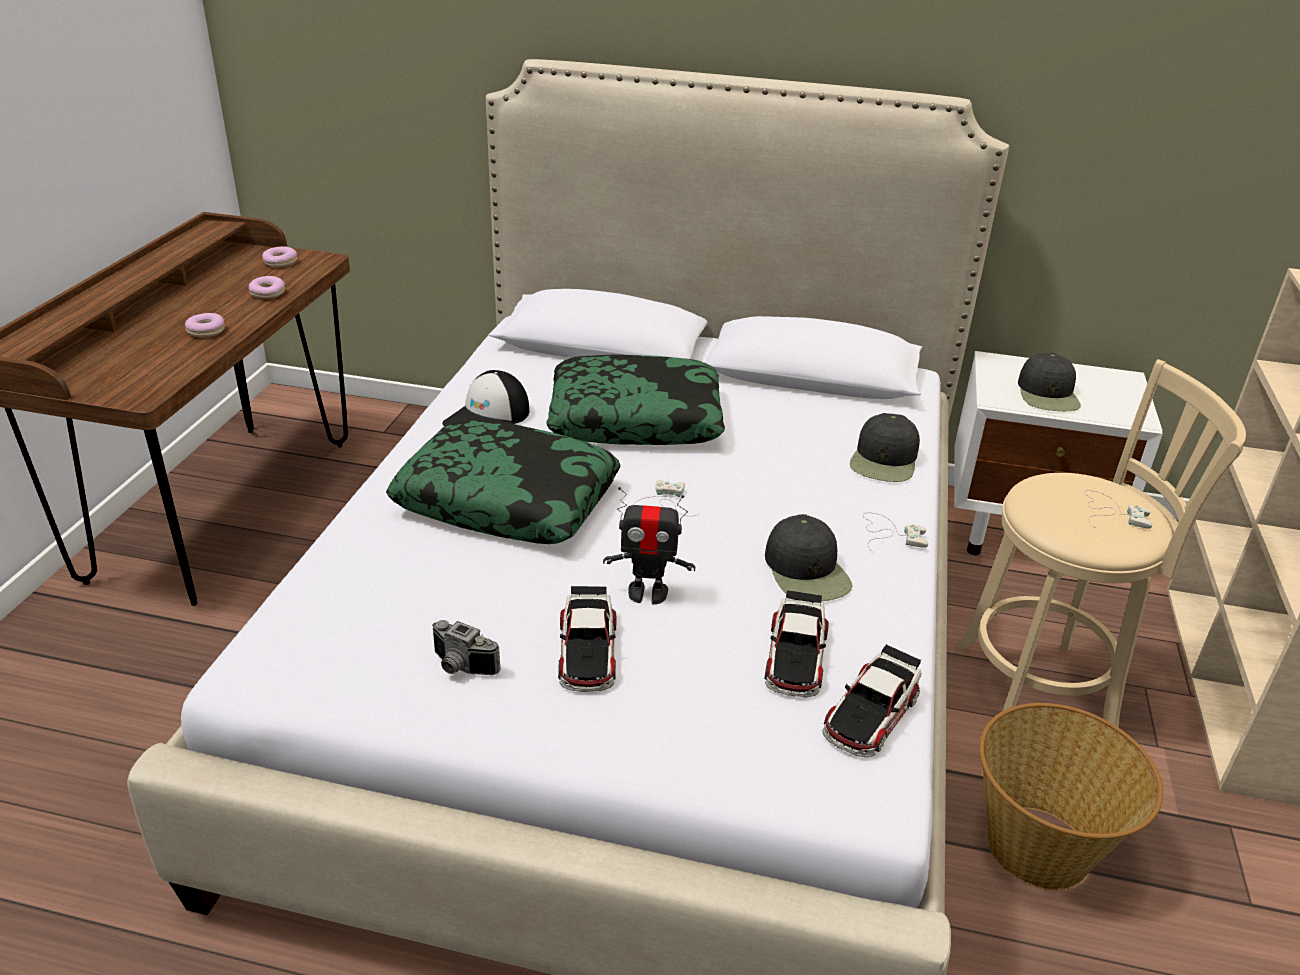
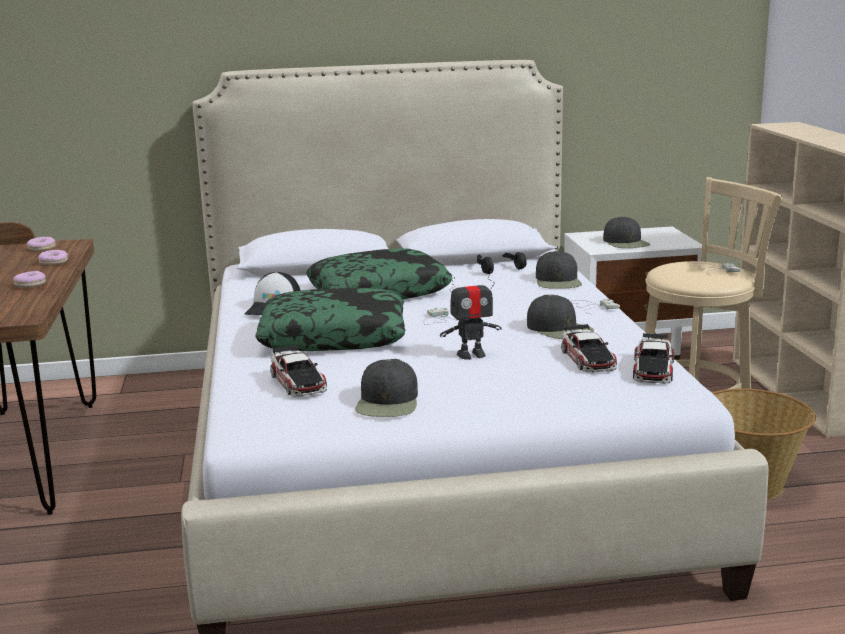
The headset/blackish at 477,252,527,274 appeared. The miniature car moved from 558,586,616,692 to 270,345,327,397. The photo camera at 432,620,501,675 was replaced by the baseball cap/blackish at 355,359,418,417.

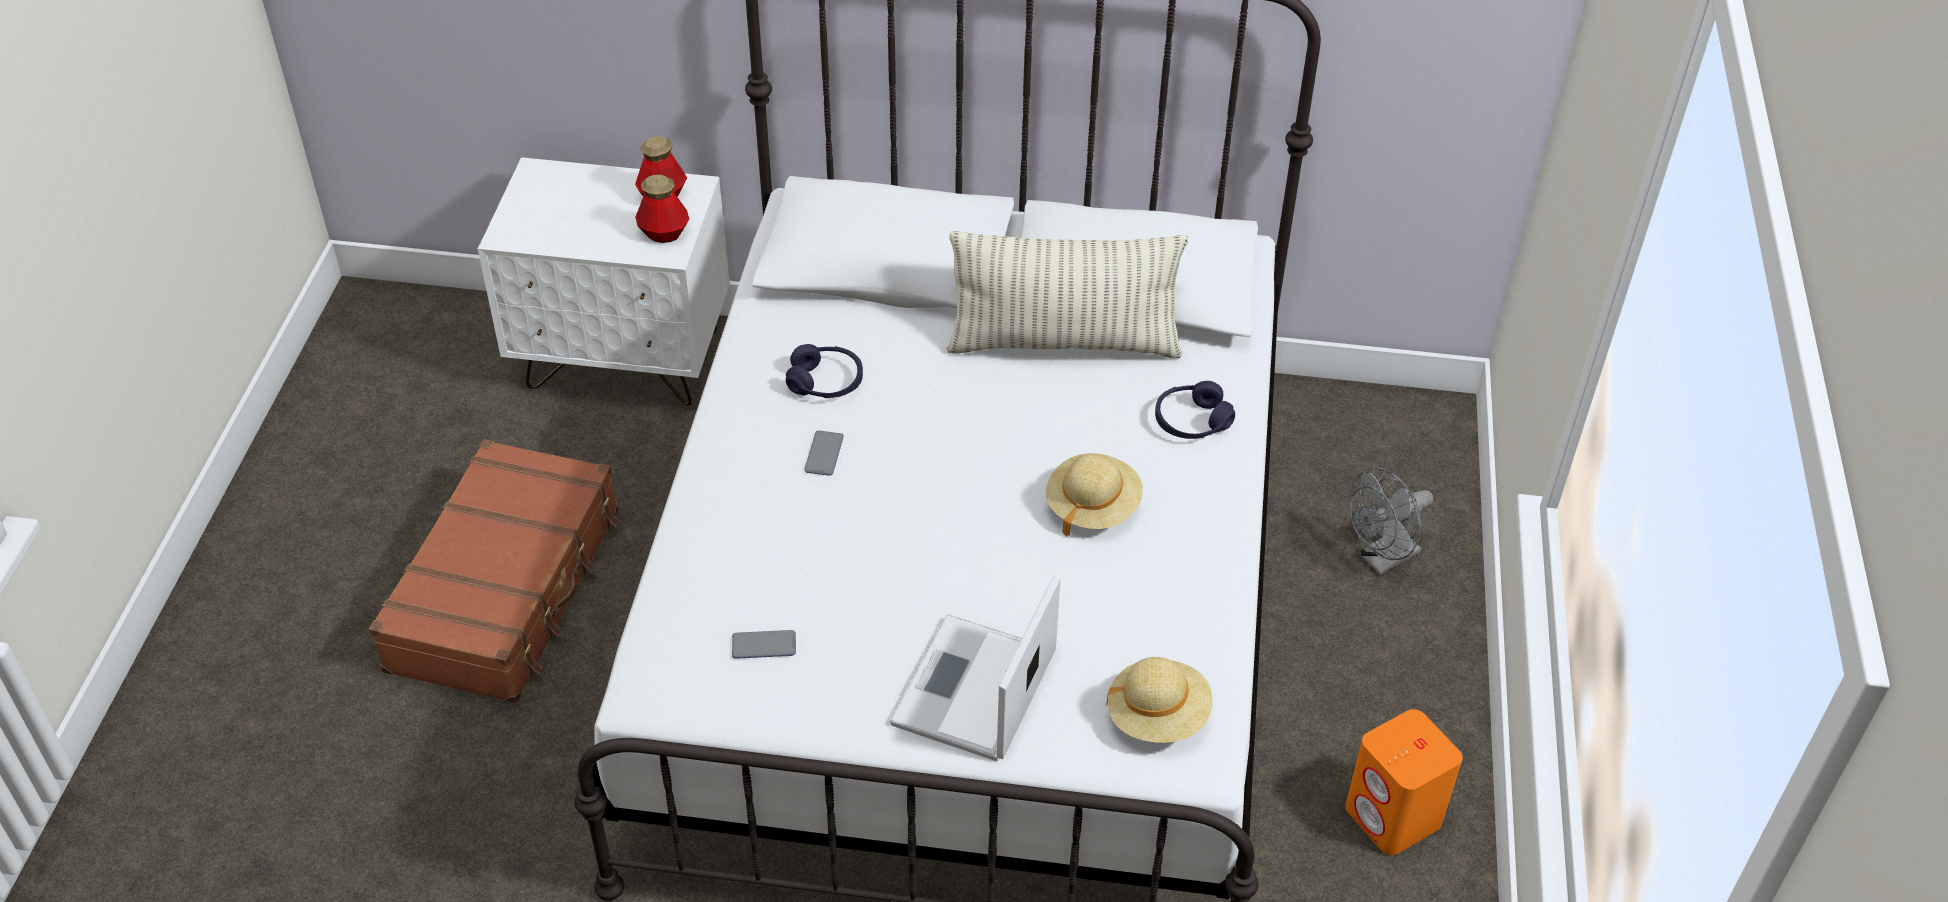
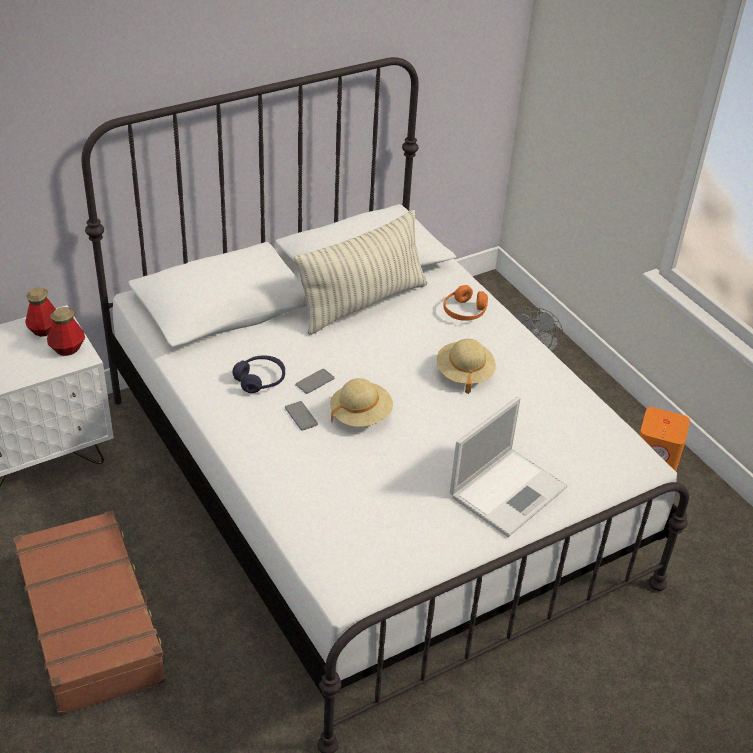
The telephone moved from 732,630,796,659 to 296,369,335,394. The wearable hat/sand-coloured moved from 1106,657,1212,743 to 330,378,393,427. The headset/purple at 1155,381,1235,439 became the headset/orangey at 443,285,488,321. The laptop at 890,575,1060,761 turned 120 degrees counterclockwise.

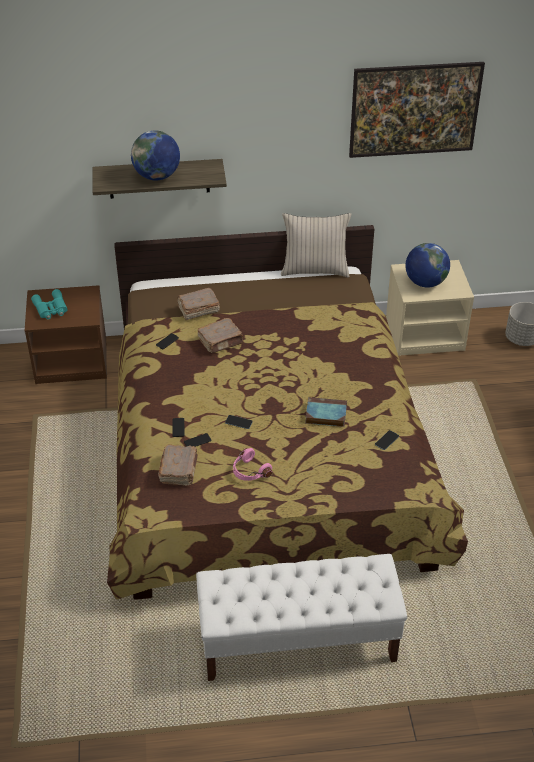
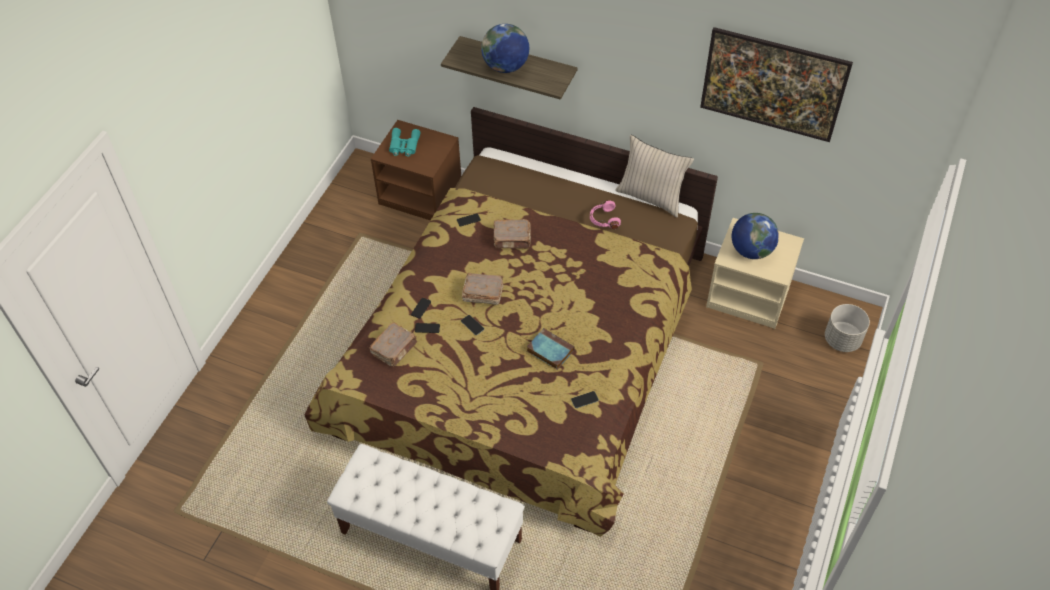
The volume/brown moved from 177,288,220,320 to 462,273,504,305. The headset/pinkish moved from 233,448,272,481 to 590,200,621,229.

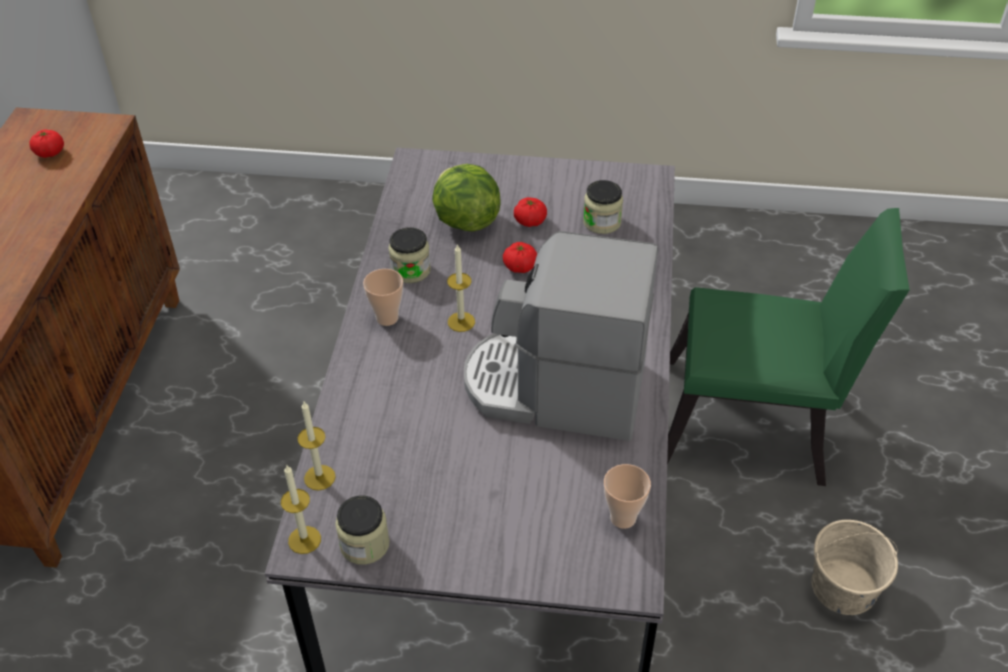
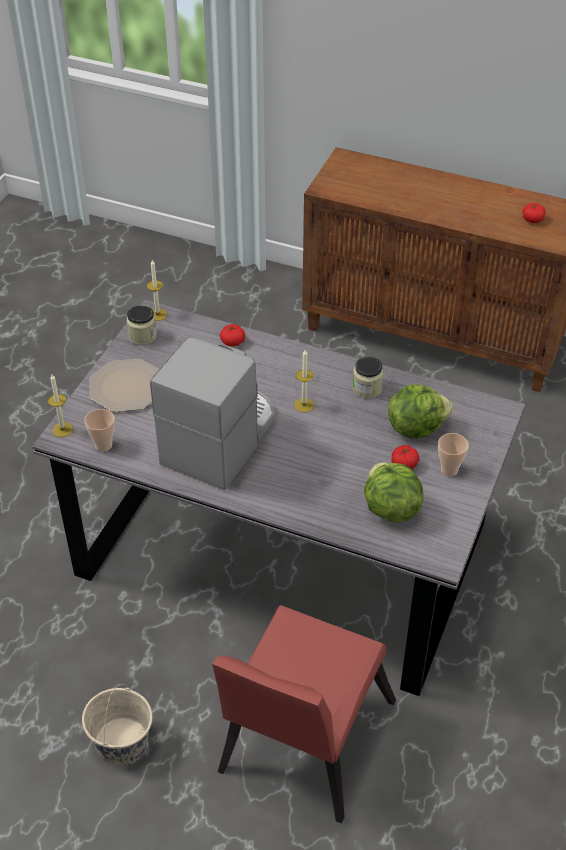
The dinner plate at 89,359,159,412 appeared. The wax candle moved from 298,402,336,491 to 48,374,73,437. The cup moved from 363,269,403,326 to 438,433,469,476. The fresh tomato moved from 503,242,537,273 to 220,324,245,347. The jar at 583,180,623,234 was replaced by the head of lettuce at 364,462,423,522. The plain chair/green at 667,208,910,486 became the plain chair/reddish at 212,605,396,823.

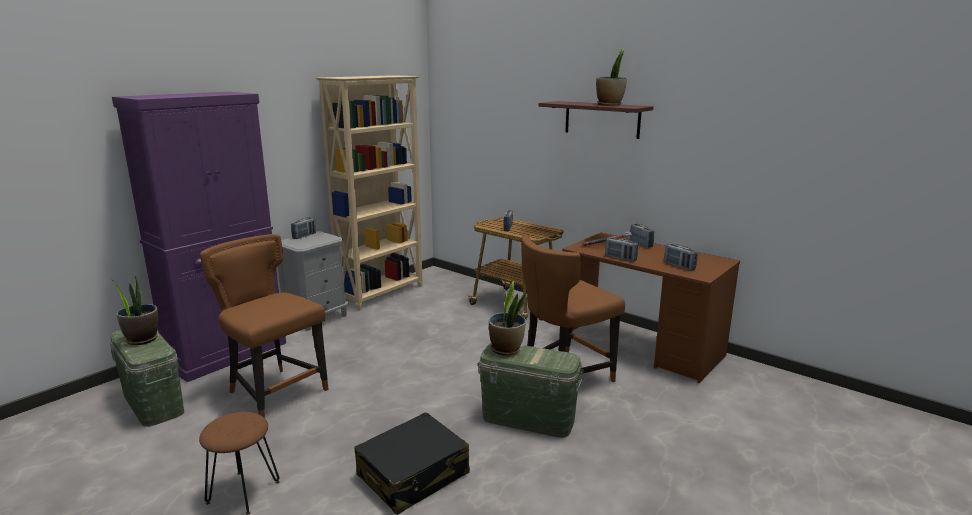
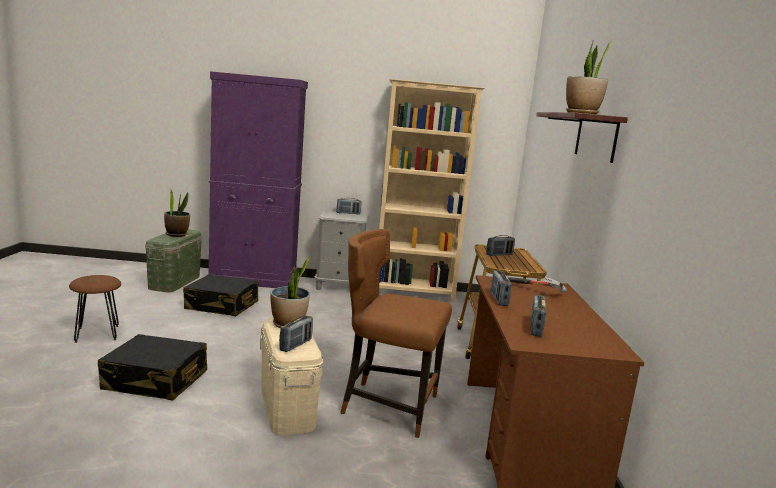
The radio set moved from 630,224,654,248 to 279,316,313,352. The plain chair/brown at 200,234,329,418 was replaced by the suitcase/blackish at 183,274,258,316. The storage box/green at 477,343,584,438 became the storage box/sand-coloured at 260,318,323,435.

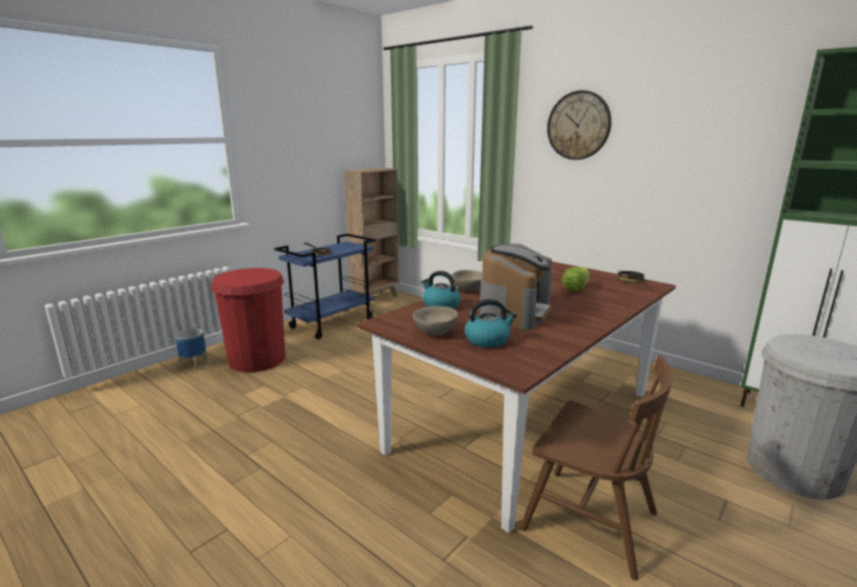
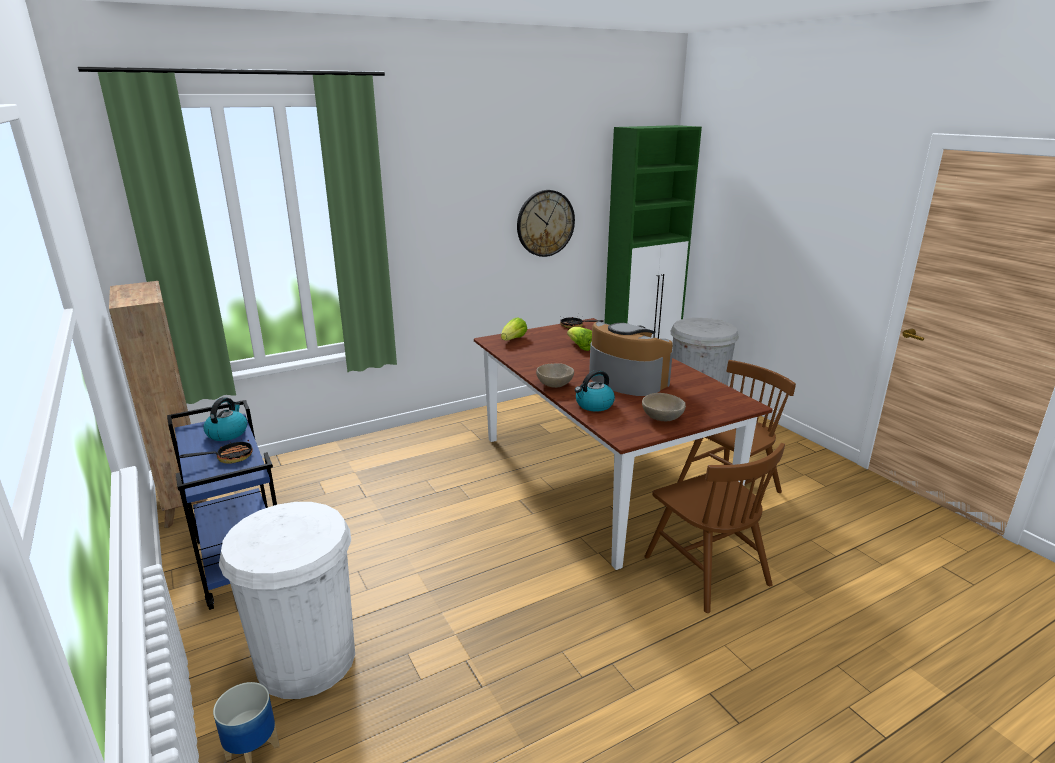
The head of lettuce at 501,317,527,340 appeared. The plain chair/brown at 644,443,785,613 appeared. The water kettle moved from 465,299,517,348 to 203,397,247,441. The hanging clock moved from 547,90,611,160 to 517,190,575,257. The waste bin/reddish at 211,268,285,372 became the waste bin/white at 219,502,355,699.

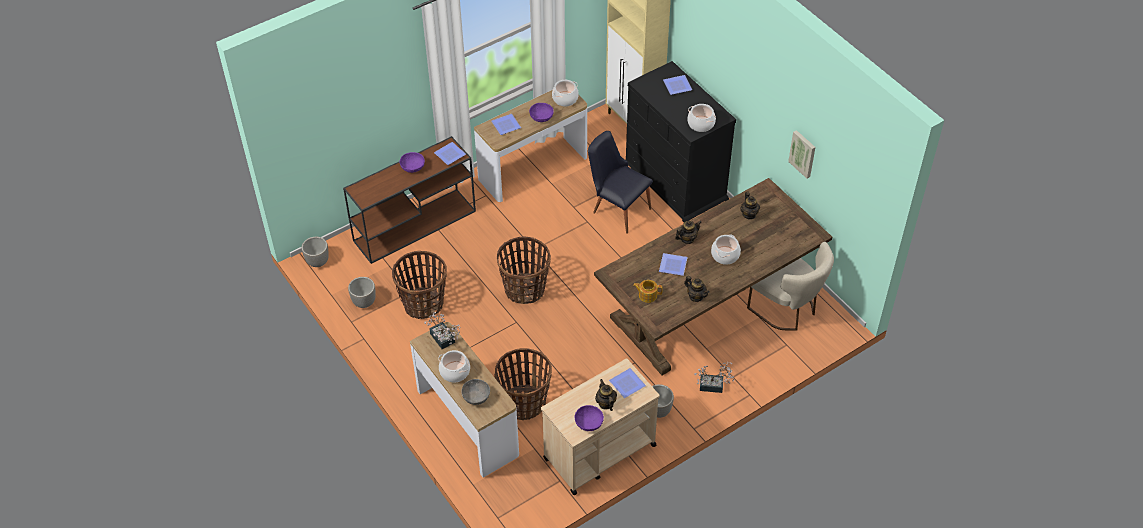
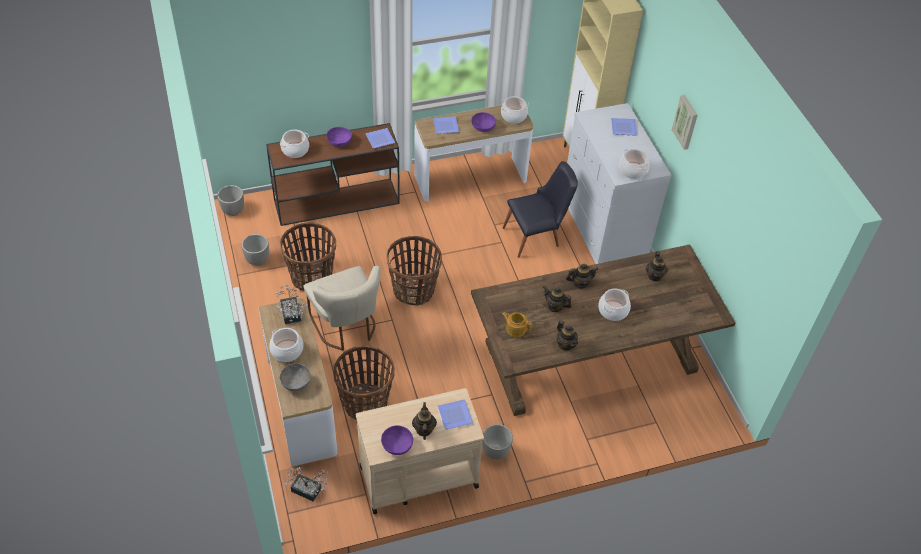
The saucepot at 280,130,309,158 appeared. The plant in a pot moved from 694,362,734,393 to 284,467,328,502. The plain chair/sand-coloured moved from 747,242,834,331 to 303,266,381,351. The picture moved from 788,130,816,179 to 672,95,698,150. The dinner plate at 659,253,688,276 was replaced by the teapot at 543,286,572,313. The drawer chest/blackish at 625,61,736,223 became the drawer chest/white at 567,103,672,264. The plain chair/blackish at 588,131,653,234 turned 105 degrees clockwise.

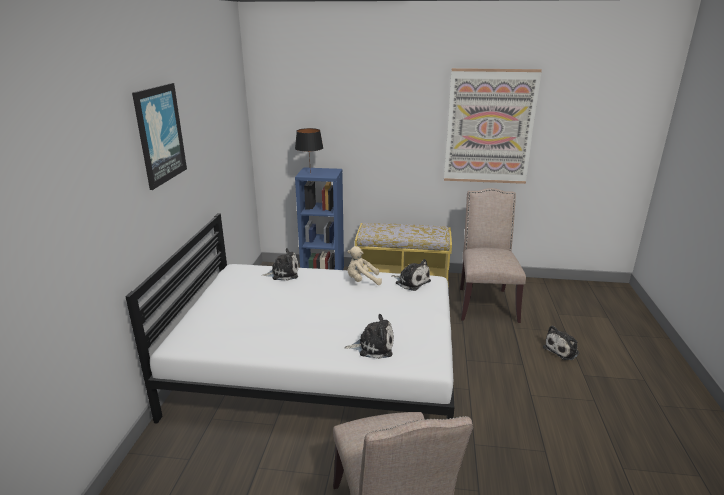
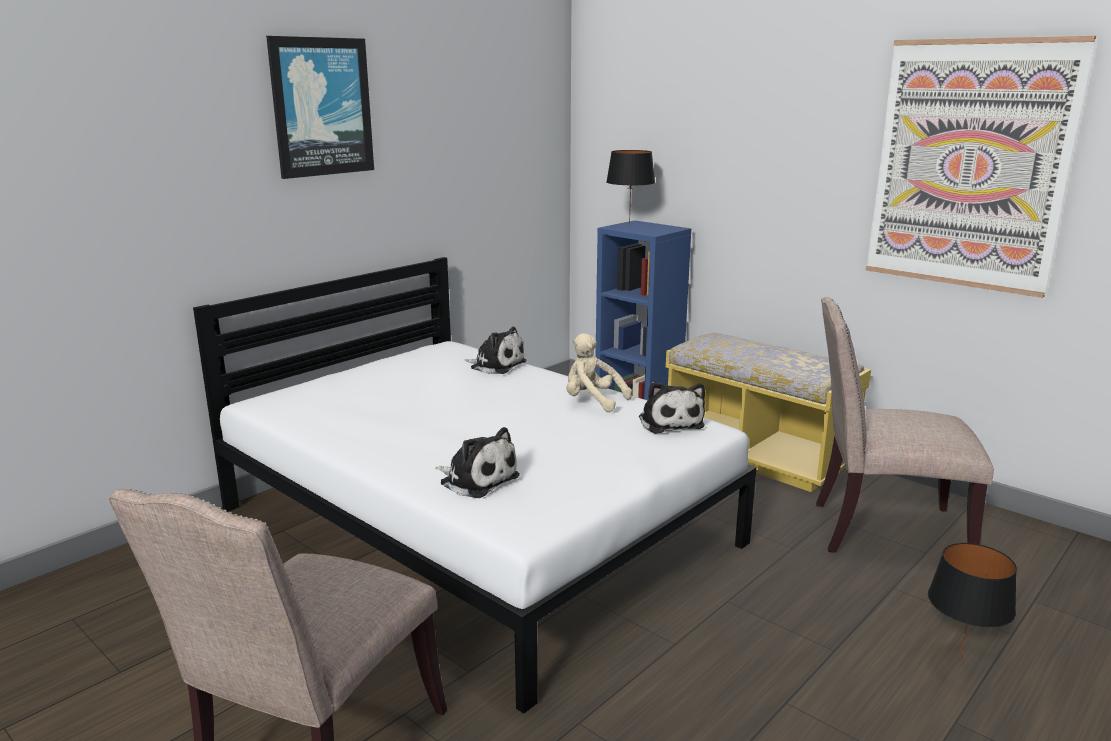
The cuddly toy at 543,325,579,360 was replaced by the table lamp/blackish at 928,543,1017,663. The plain chair/sand-coloured at 460,188,526,323 turned 120 degrees counterclockwise.

